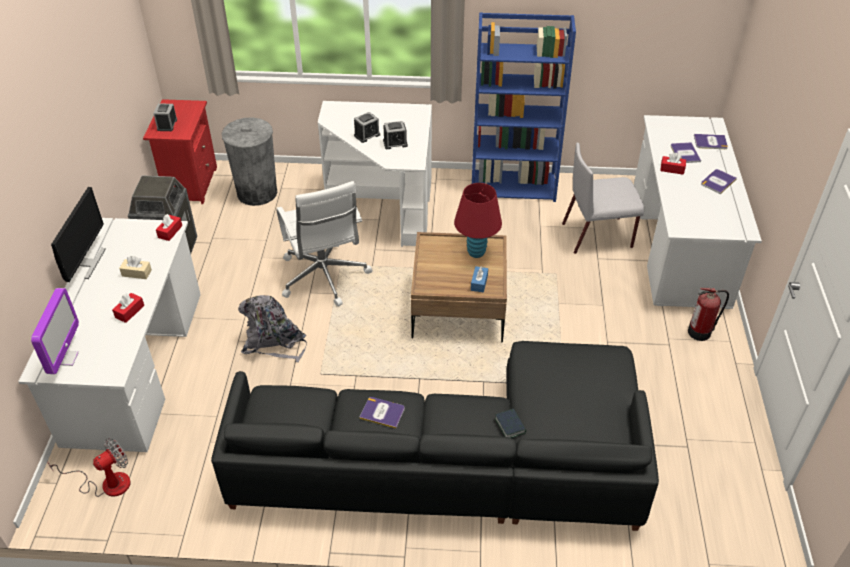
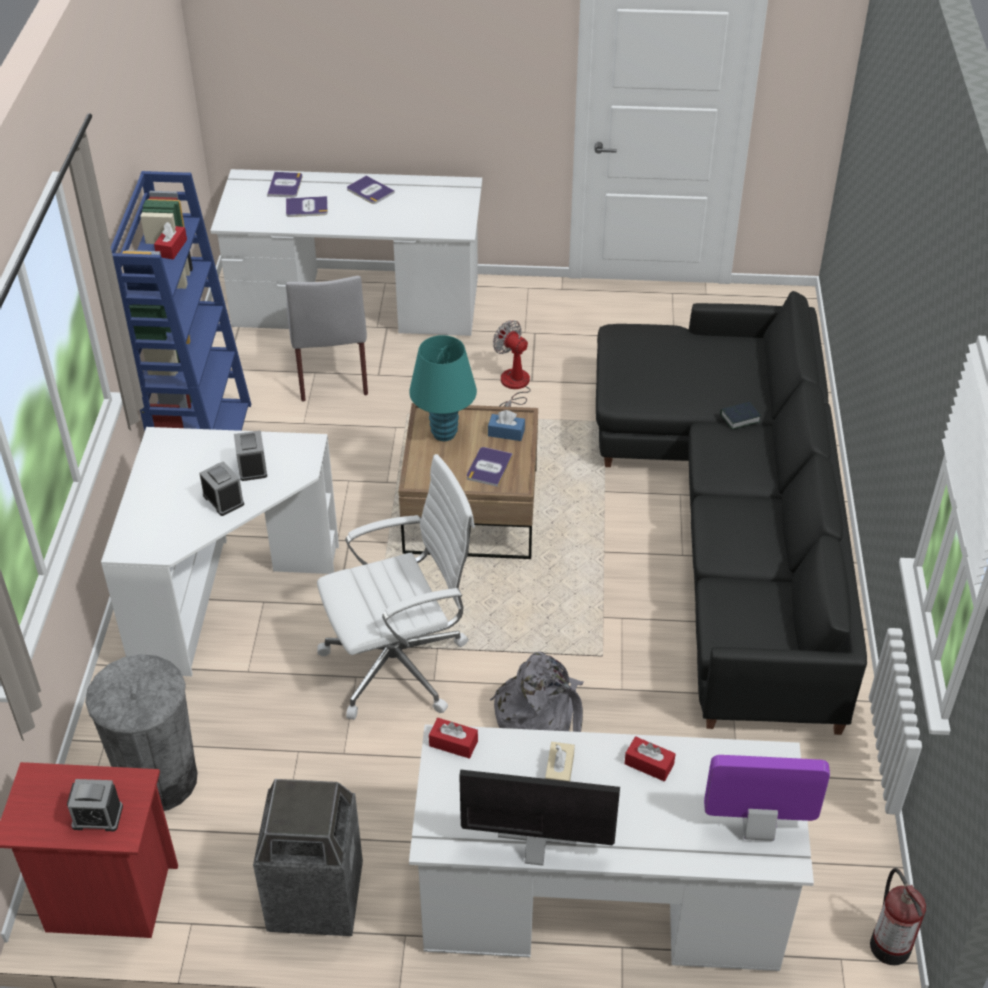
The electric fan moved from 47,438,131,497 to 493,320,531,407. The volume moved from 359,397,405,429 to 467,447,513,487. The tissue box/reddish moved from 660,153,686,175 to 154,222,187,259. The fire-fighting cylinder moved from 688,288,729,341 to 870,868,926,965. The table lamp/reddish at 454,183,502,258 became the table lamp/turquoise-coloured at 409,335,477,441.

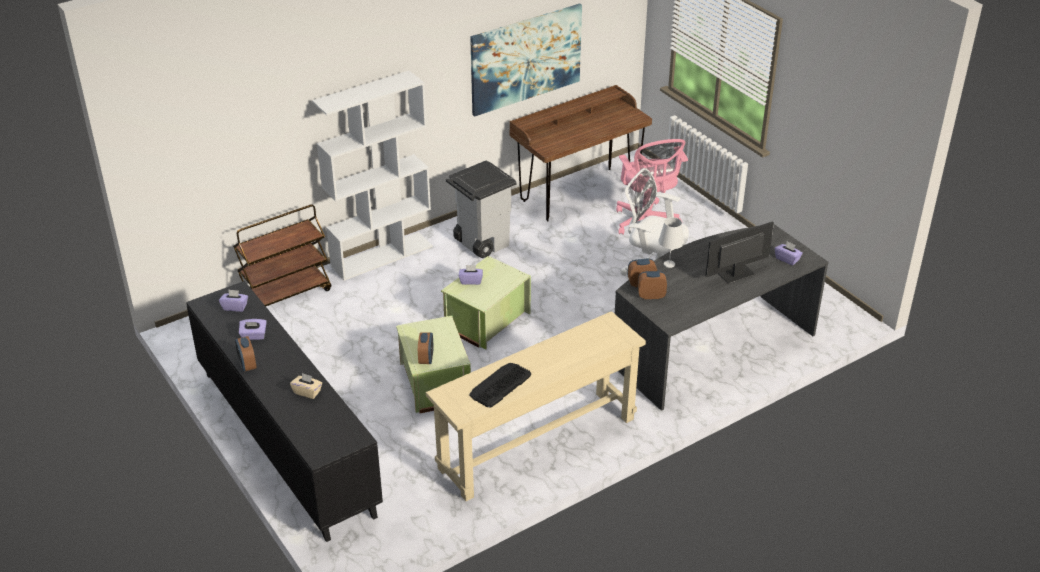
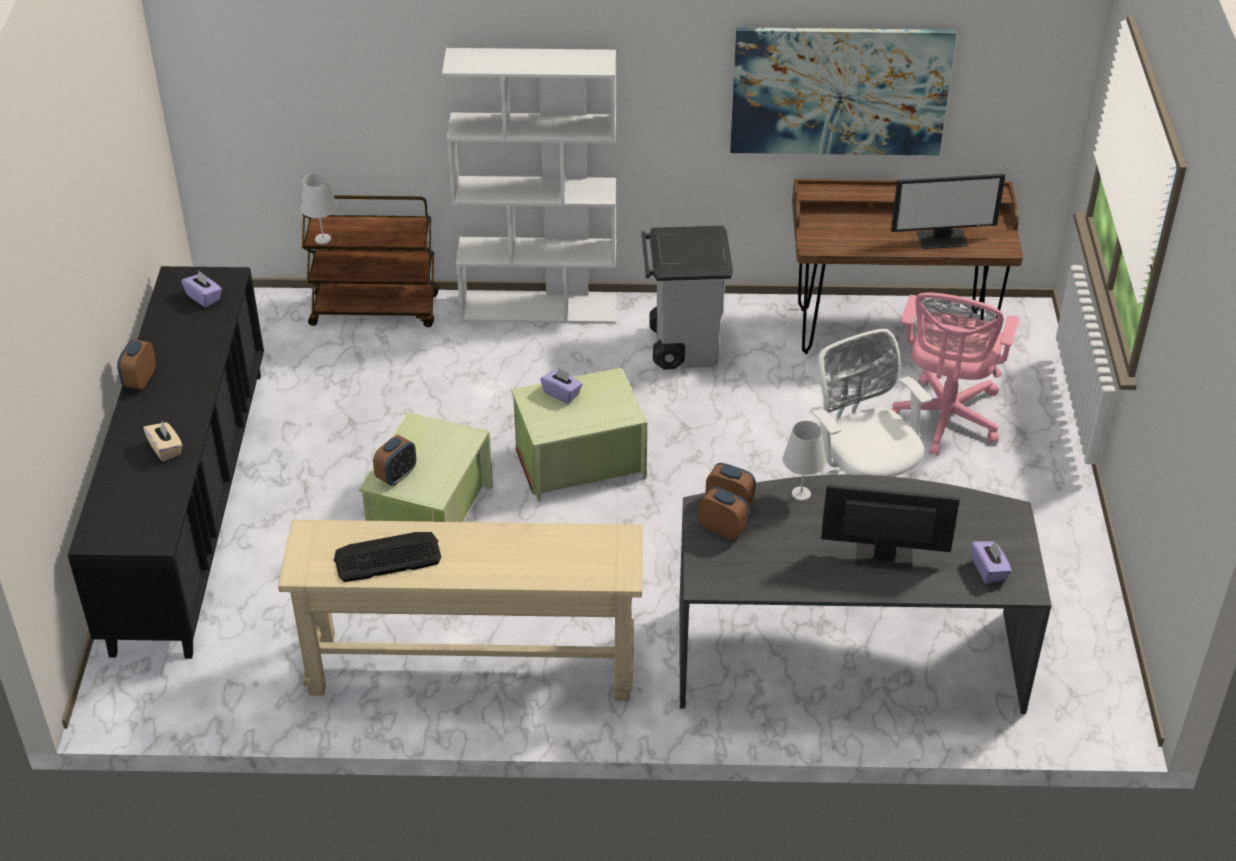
The tissue box/purple at 239,319,267,340 disappeared. The table lamp/white at 300,173,337,244 appeared. The computer screen at 891,174,1005,249 appeared.

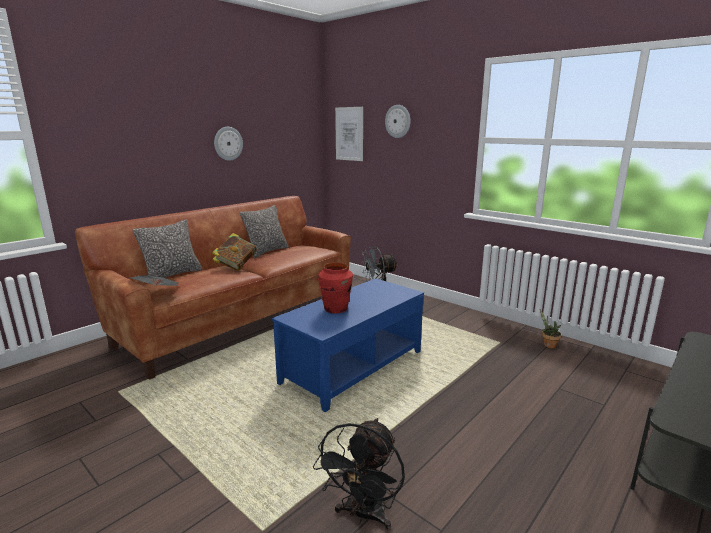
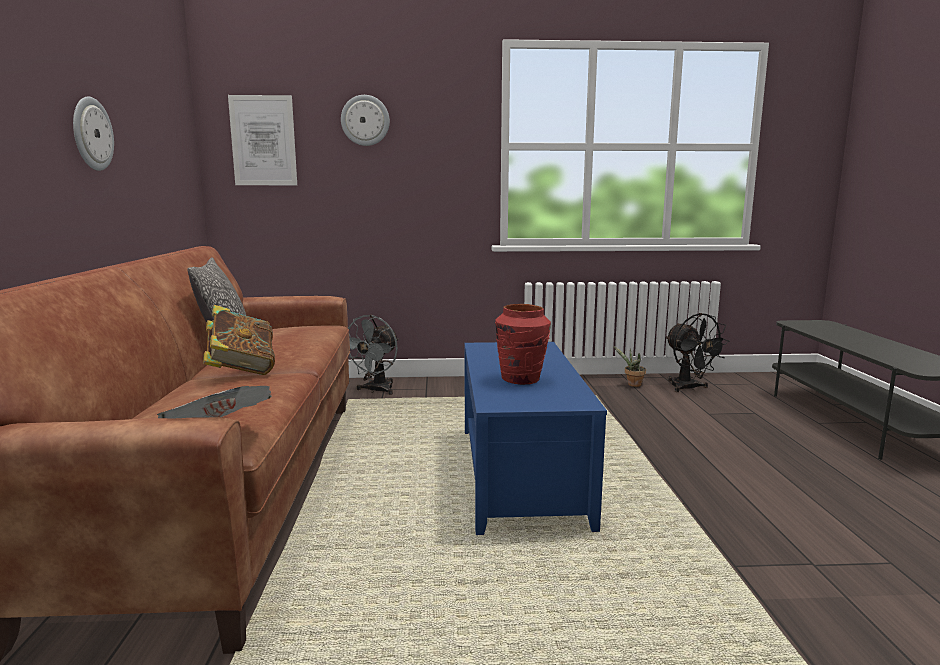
The cushion at 133,220,202,278 disappeared. The electric fan/blackish moved from 313,418,405,530 to 666,313,730,392.

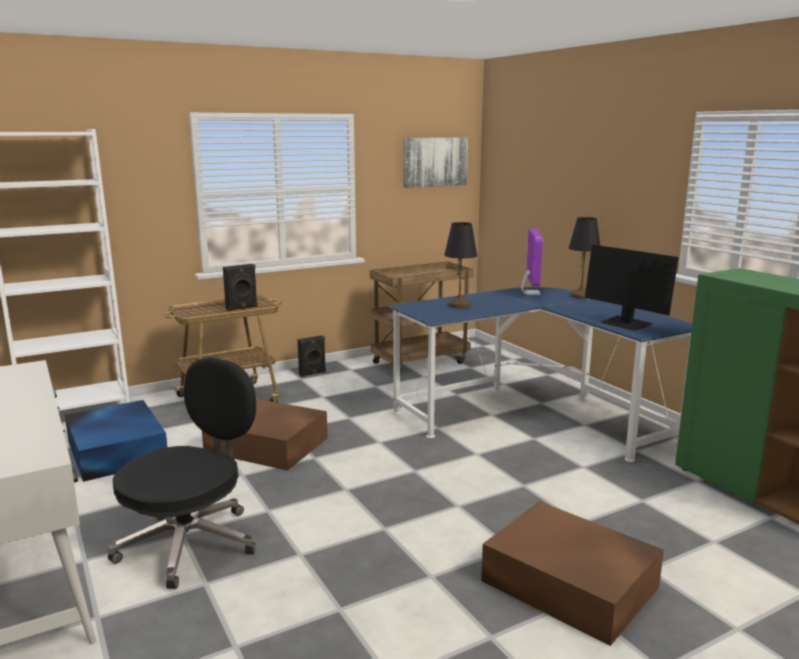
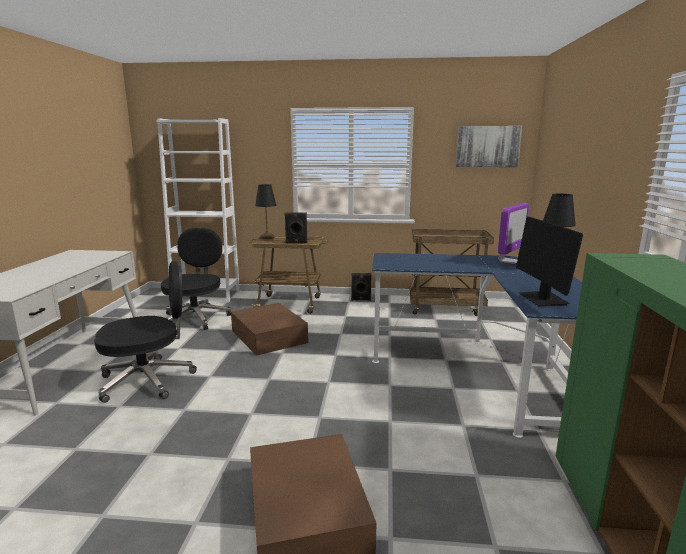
The table lamp/blackish moved from 444,222,477,308 to 255,184,276,239. The storage box/bluish at 65,400,167,482 was replaced by the desk chair/blackish at 161,228,231,330.

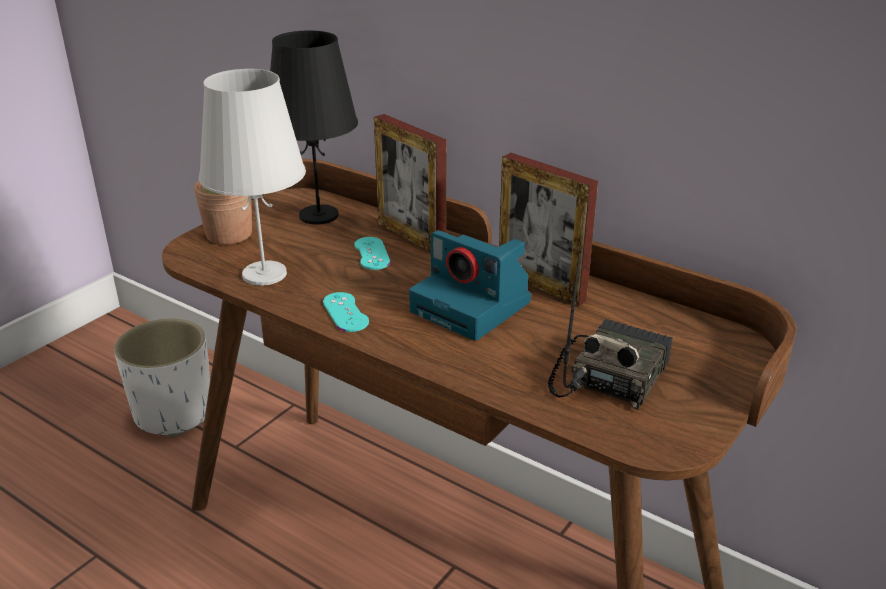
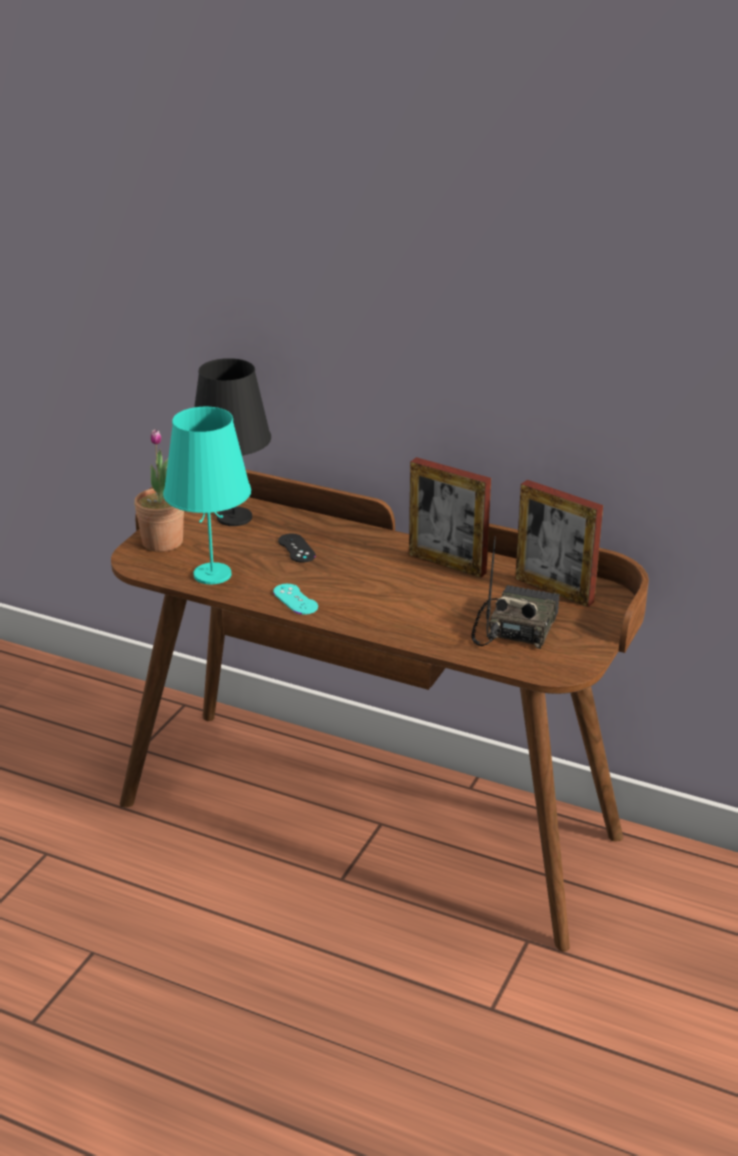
The planter/white at 114,318,210,438 disappeared. The photo camera at 409,230,531,341 disappeared. The picture frame moved from 374,114,446,253 to 515,480,603,607. The table lamp/white at 199,69,306,286 became the table lamp/turquoise-coloured at 163,407,251,585. The game controller/turquoise-coloured at 354,237,390,270 became the game controller/blackish at 278,533,316,563.

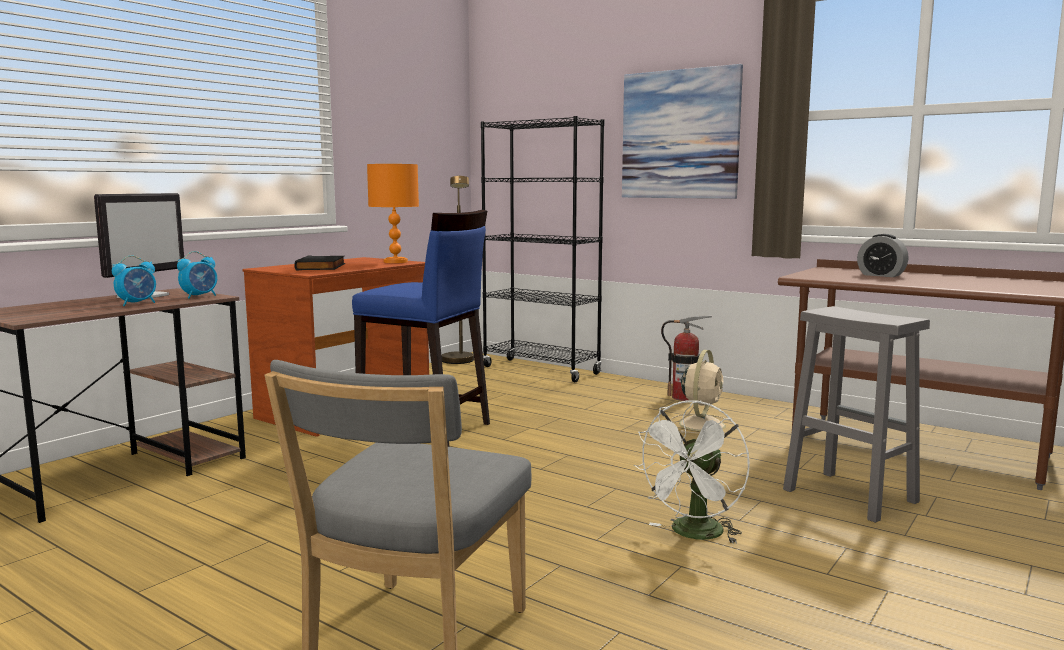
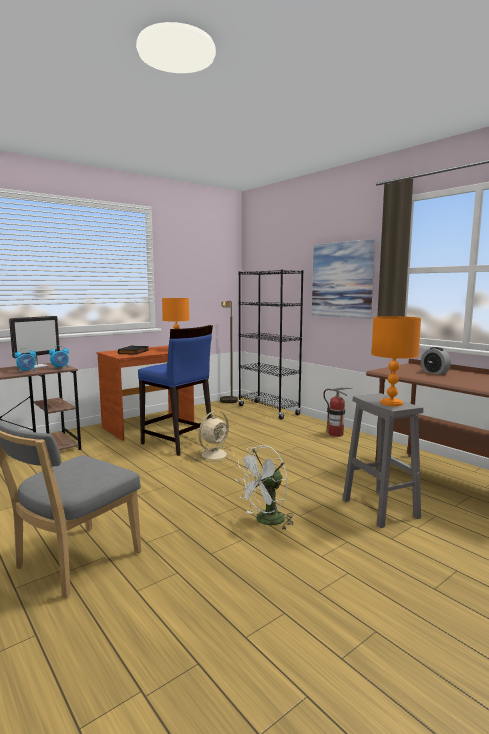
The table lamp/orangey at 371,316,421,407 appeared. The electric fan/sand-coloured moved from 671,350,730,434 to 194,411,235,462.

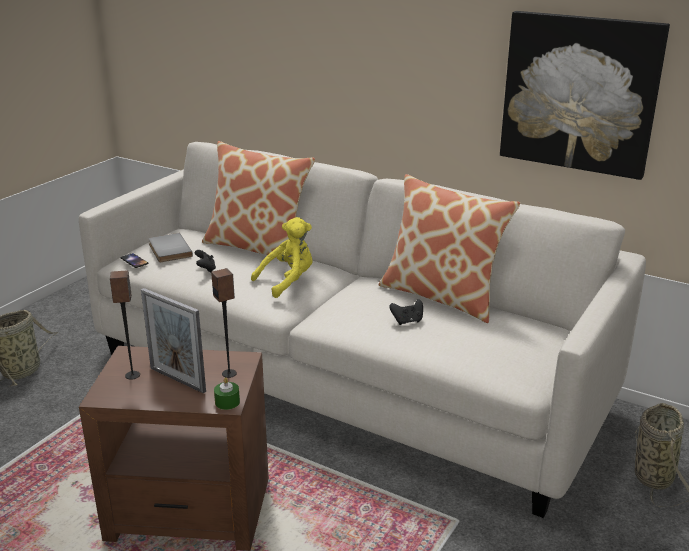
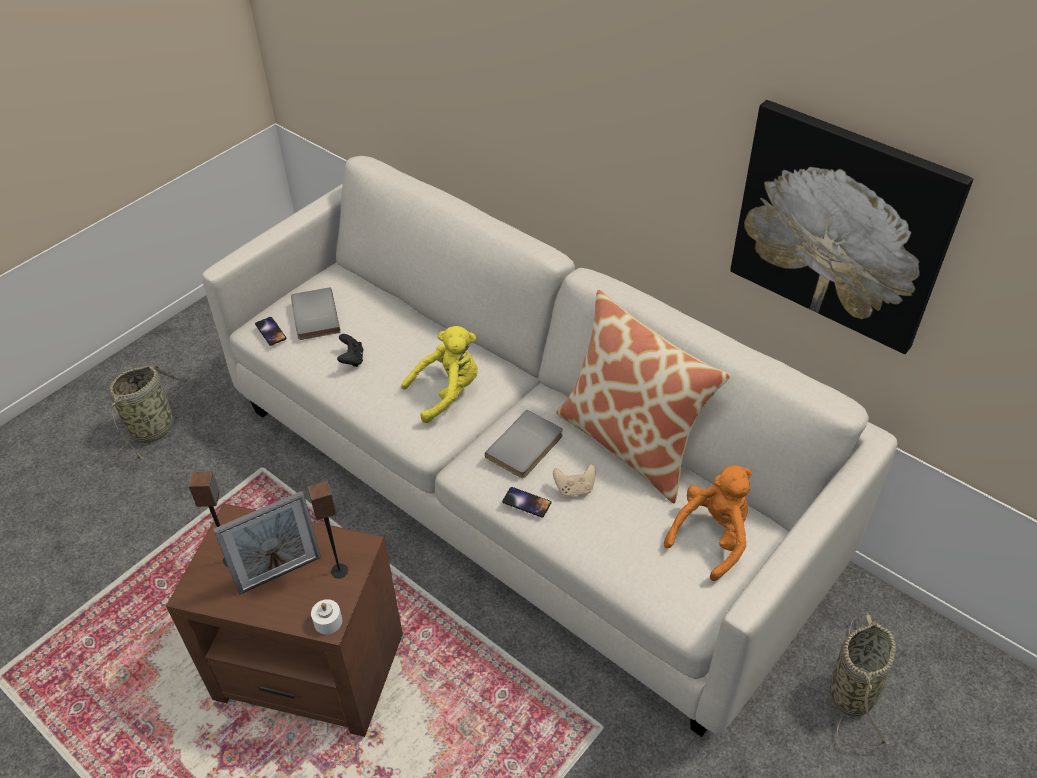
The cushion at 202,141,315,263 disappeared. The volume/grey at 485,410,563,478 appeared. The telephone at 502,487,551,518 appeared. The cuddly toy/orangey at 664,465,752,581 appeared. The wax candle/green at 214,377,240,410 became the wax candle/white at 311,599,342,634. The game controller/blackish at 389,299,423,325 became the game controller/sand-coloured at 553,464,596,497. The picture frame at 141,288,206,393 turned 75 degrees counterclockwise.

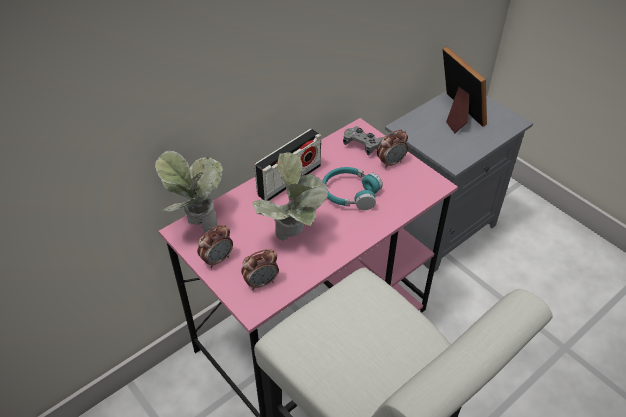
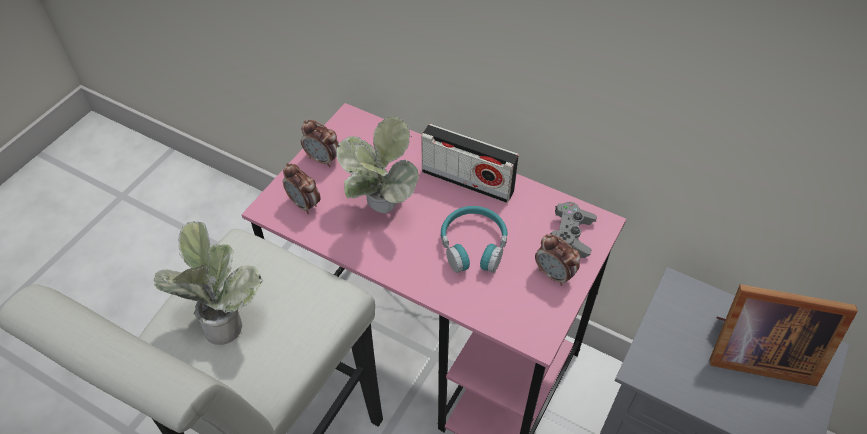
The plant in a pot moved from 155,151,223,233 to 154,222,264,345. The picture frame at 443,47,487,133 turned 60 degrees clockwise.

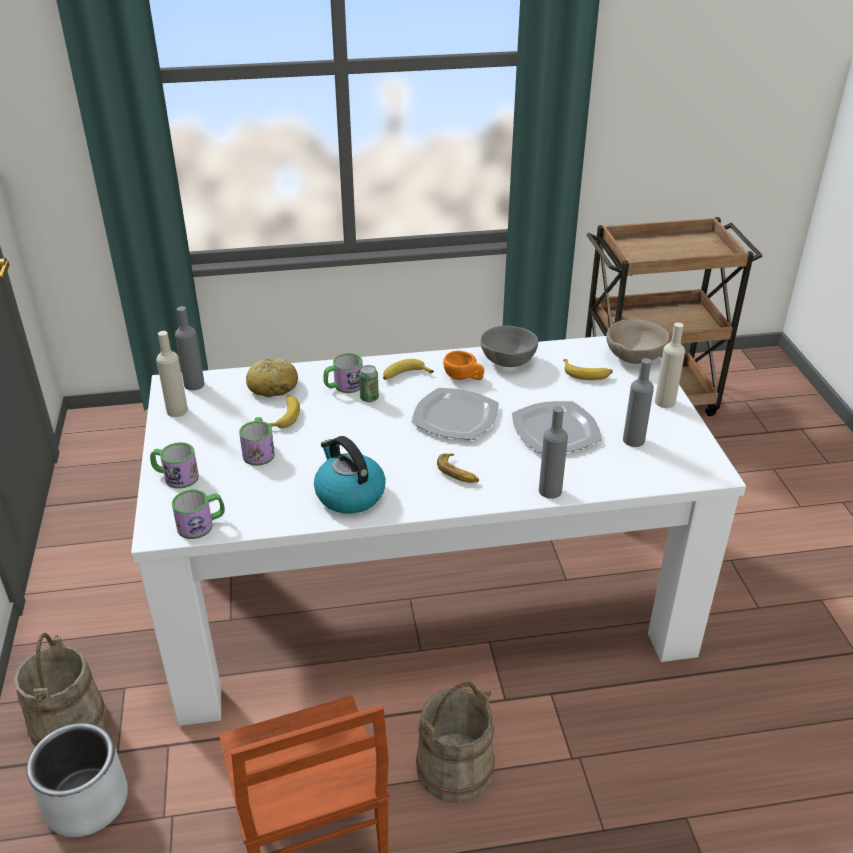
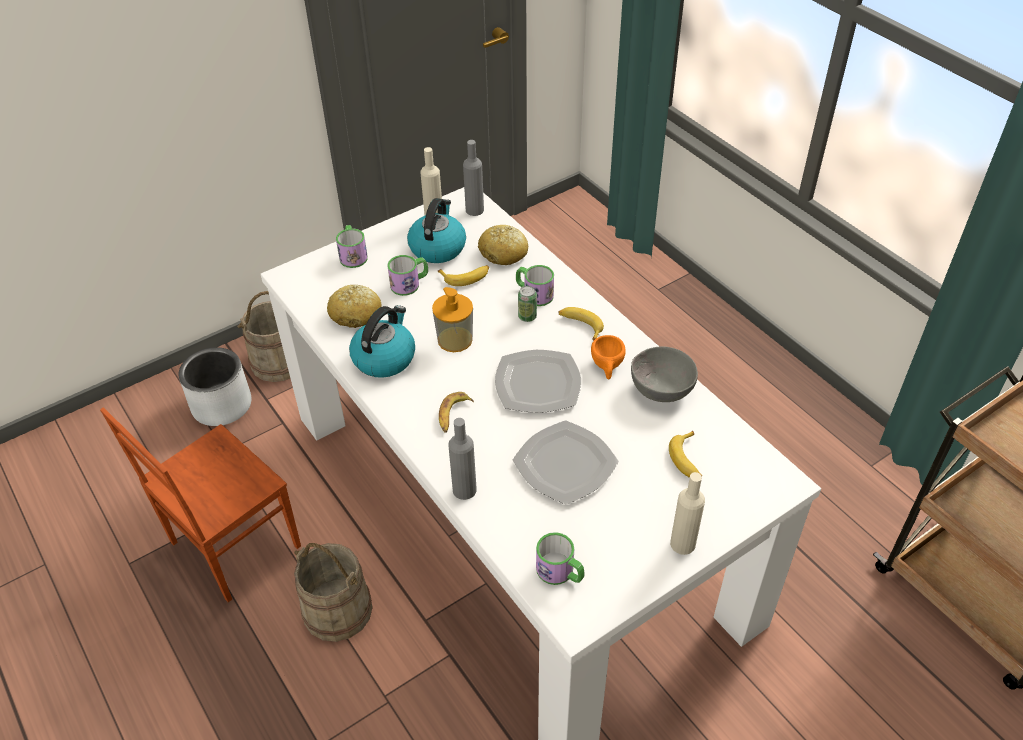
The deep dish/sand-coloured at 606,319,669,364 disappeared. The bottle/grey at 623,358,654,447 disappeared. The baked bread at 327,285,382,328 appeared. The water kettle at 407,198,466,263 appeared. The soap bottle at 432,287,473,352 appeared. The coffee mug moved from 172,490,225,539 to 536,532,584,585.

